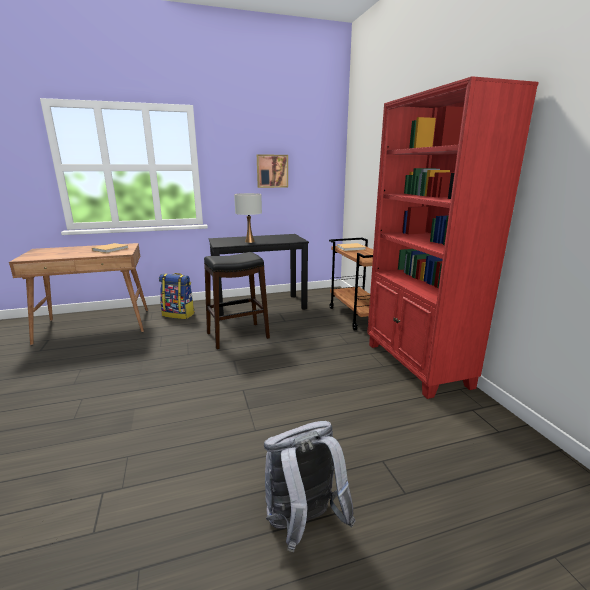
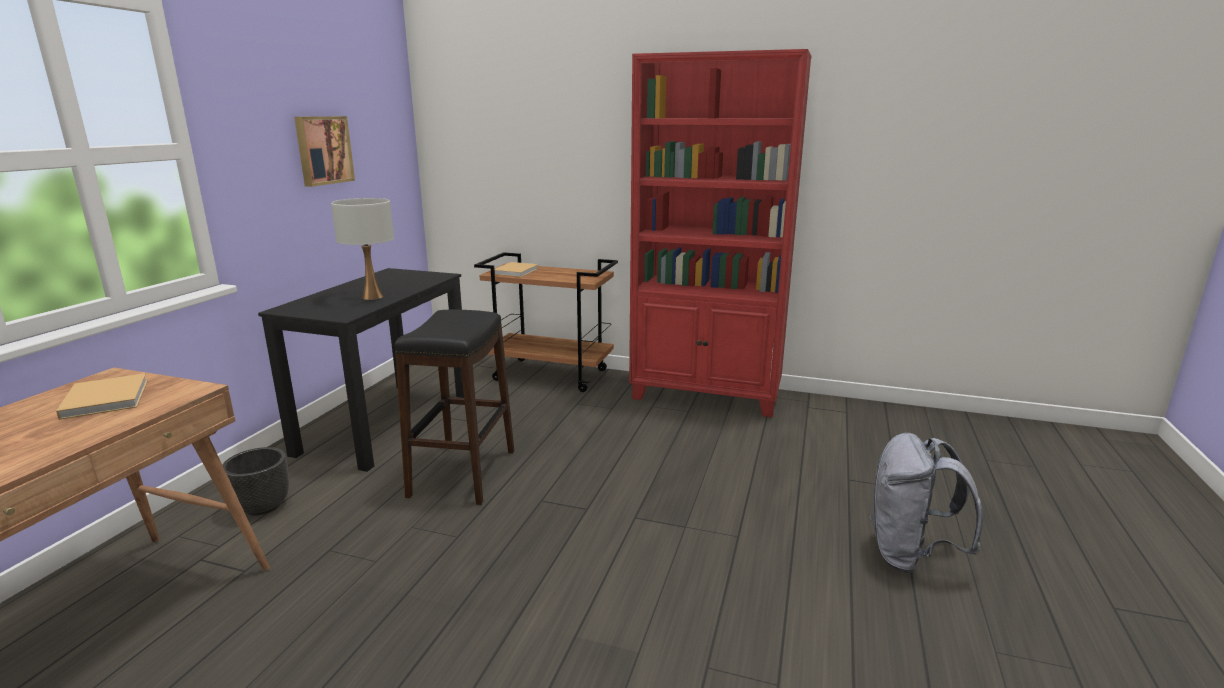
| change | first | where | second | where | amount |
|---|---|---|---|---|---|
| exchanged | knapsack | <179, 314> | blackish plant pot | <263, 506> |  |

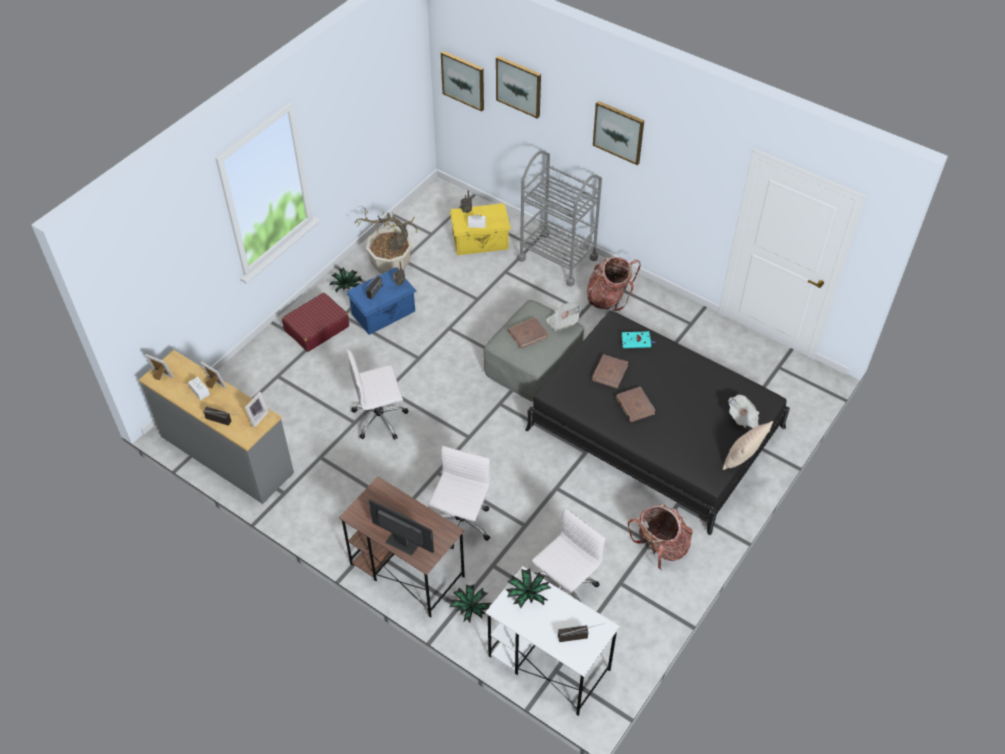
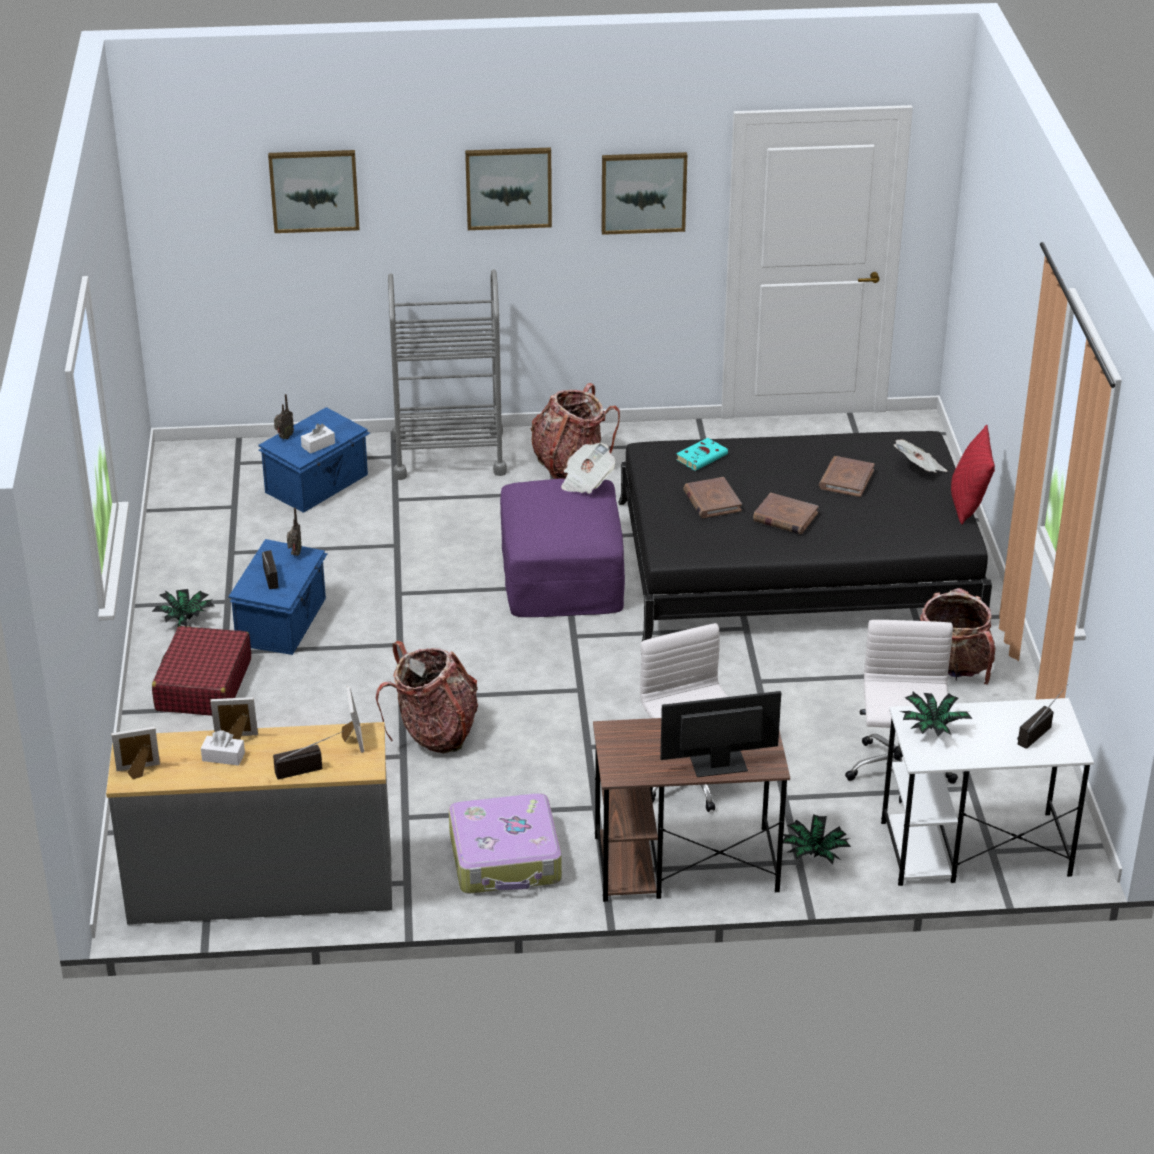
| change | first | where | second | where | amount |
|---|---|---|---|---|---|
| missing | houseplant | <390, 266> |  |  |  |
| appeared |  |  | suitcase | <506, 858> |  |
| relocated | picture | <463, 80> |  | <643, 192> |  |
| relocated | brownish book | <528, 334> |  | <846, 479> |  |
| exchanged | white computer chair | <380, 418> | knapsack | <434, 733> |  |
| colour | yellow-coloured storage bin | <481, 242> | bluish storage bin | <318, 484> |  |
| colour | grey footrest | <533, 363> | purplish footrest | <562, 574> |  |
| colour | beige-coloured throw pillow | <742, 458> | red-coloured throw pillow | <967, 504> |  |

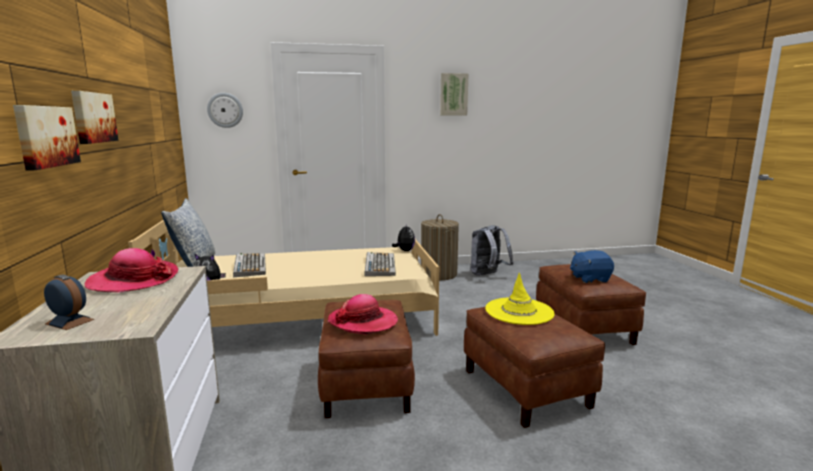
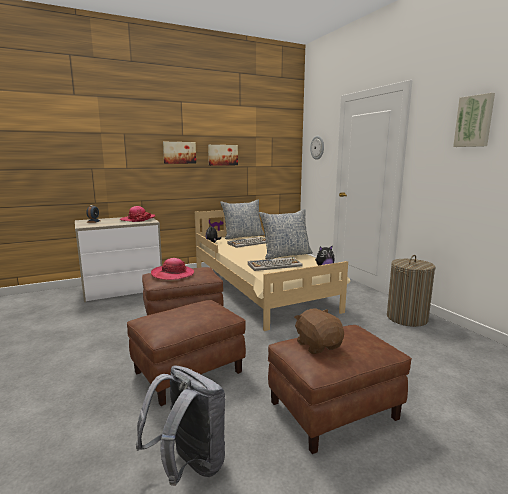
| change | first | where | second | where | amount |
|---|---|---|---|---|---|
| missing | yellow-coloured hat | <519, 311> |  |  |  |
| appeared |  |  | throw pillow | <286, 255> |  |
| relocated | picture | <45, 136> |  | <222, 155> |  |
| relocated | grey knapsack | <488, 275> |  | <189, 466> |  |
| colour | bluish plush toy | <589, 279> | brownish plush toy | <318, 345> |  |

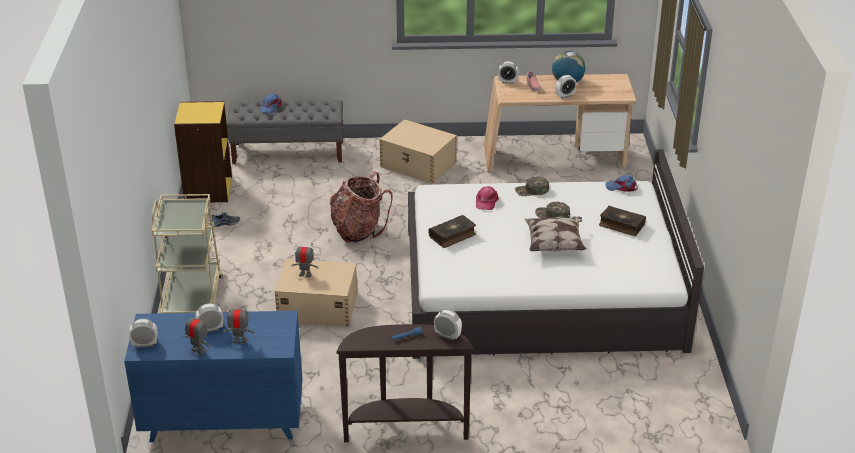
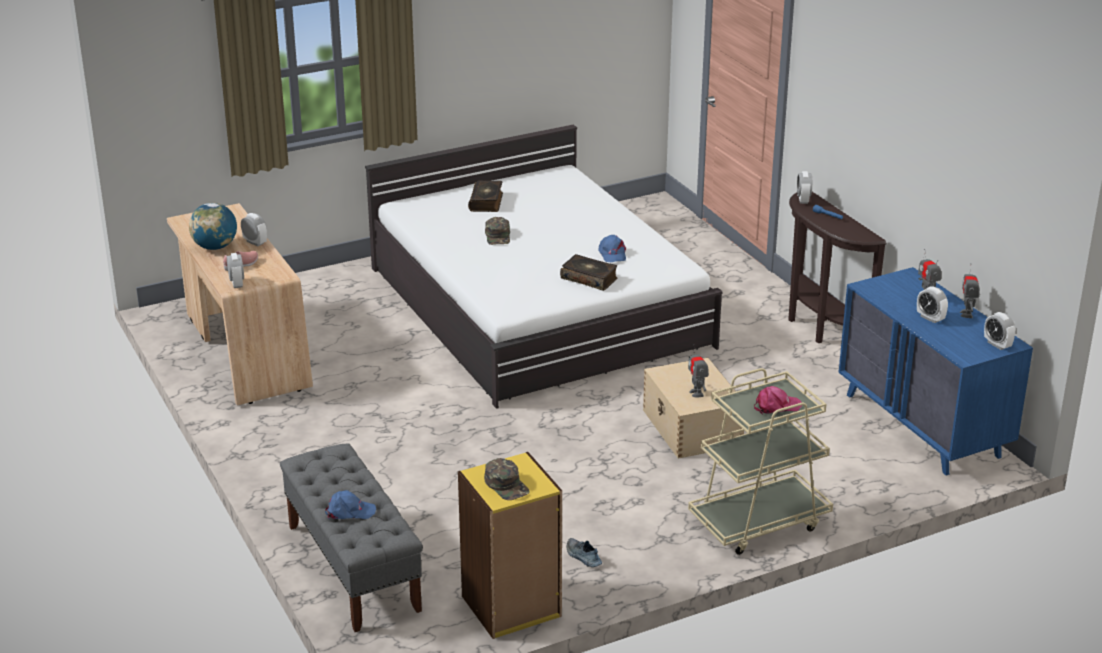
| change | first | where | second | where | amount |
|---|---|---|---|---|---|
| missing | knapsack | <358, 230> |  |  |  |
| missing | beige-coloured storage bin | <418, 165> |  |  |  |
| missing | throw pillow | <555, 244> |  |  |  |
| relocated | pink-coloured baseball cap | <486, 201> |  | <776, 406> |  |
| relocated | green-coloured baseball cap | <532, 190> |  | <507, 485> |  |
| relocated | bluish baseball cap | <621, 187> |  | <612, 254> |  |

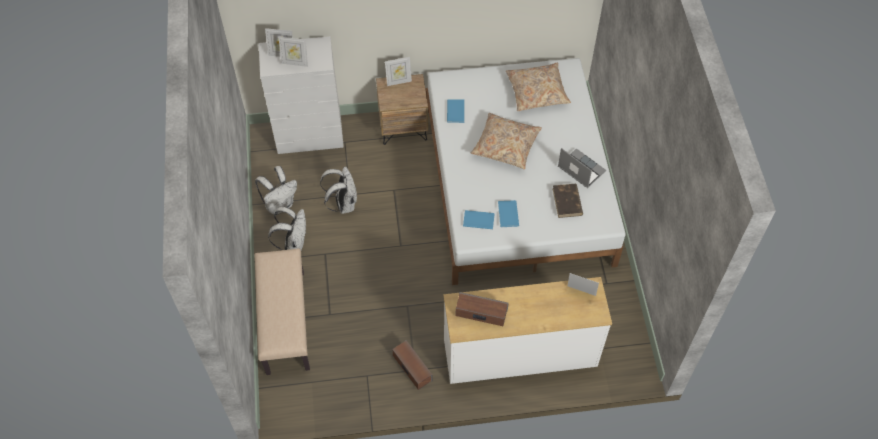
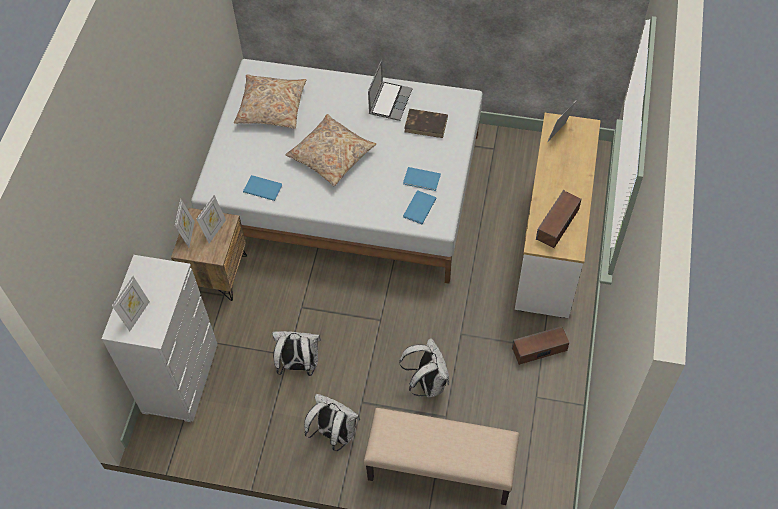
| change | first | where | second | where | amount |
|---|---|---|---|---|---|
| relocated | white knapsack | <280, 205> |  | <427, 383> |  |
| relocated | standing frame | <295, 63> |  | <214, 230> |  |
| spun | portable computer | <580, 169> |  | <390, 101> | 135 degrees clockwise |

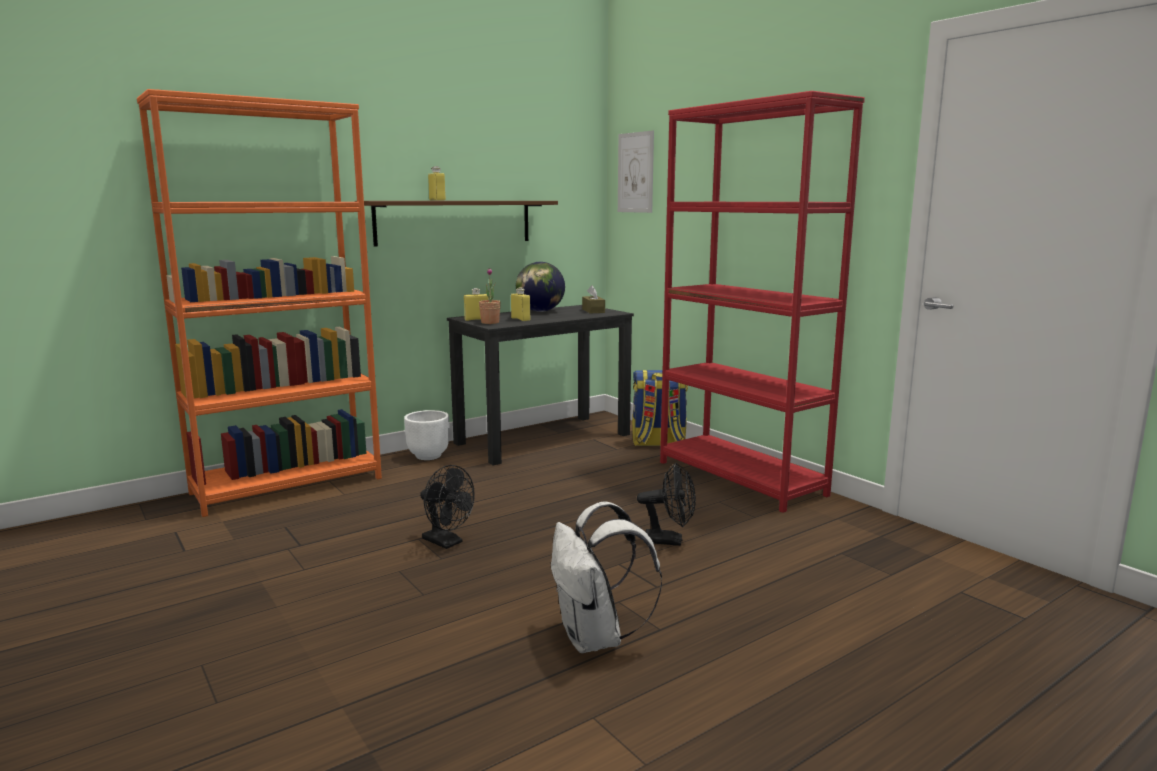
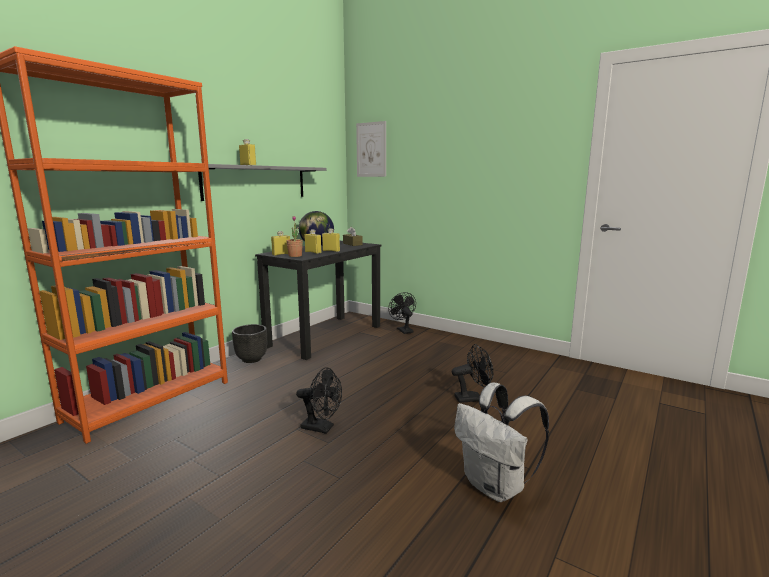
| change | first | where | second | where | amount |
|---|---|---|---|---|---|
| missing | red-coloured shelving unit | <740, 478> |  |  |  |
| appeared |  |  | yellow-coloured bottle | <331, 251> |  |
| exchanged | knapsack | <658, 443> | blackish electric fan | <403, 330> |  |
| colour | brownish shelf | <454, 222> | grey shelf | <256, 182> |  |
| colour | white plant pot | <429, 456> | blackish plant pot | <252, 359> |  |

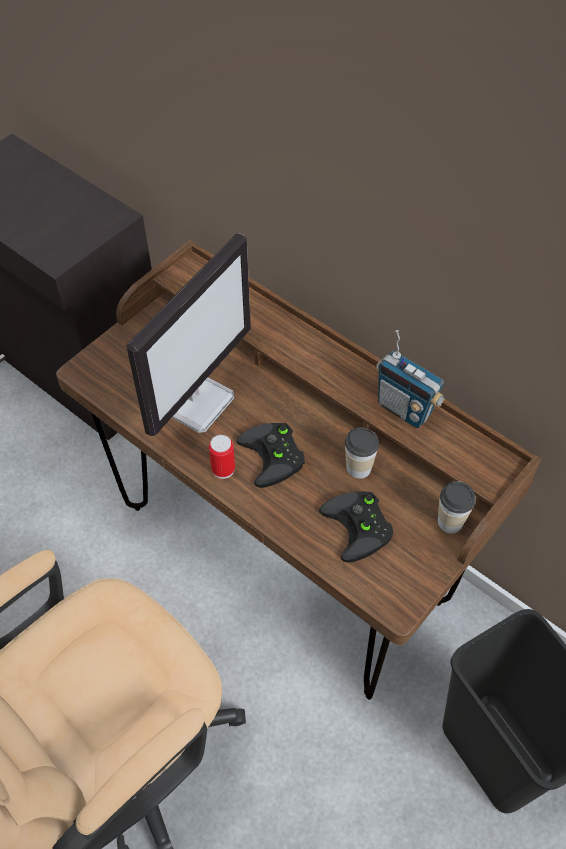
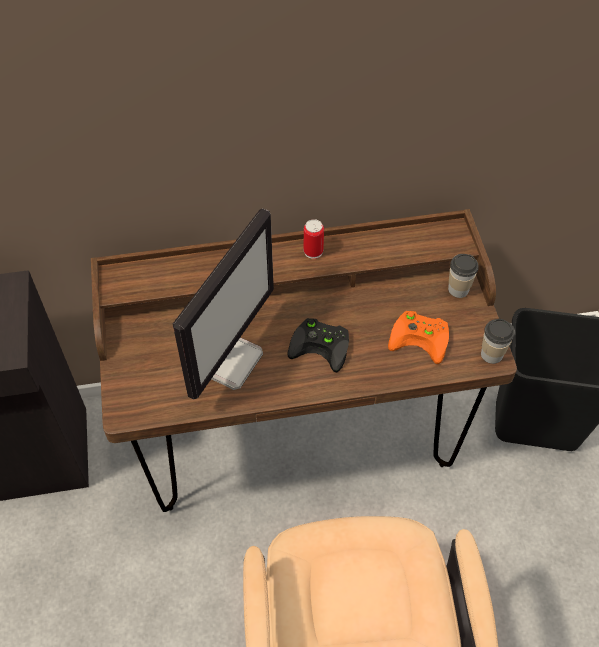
| change | first | where | second | where | amount |
|---|---|---|---|---|---|
| missing | radio set | <404, 409> |  |  |  |
| relocated | metal can | <223, 469> |  | <313, 251> |  |
| relocated | small cup | <358, 468> |  | <491, 354> |  |
| colour | blackish gamepad | <361, 528> | orange gamepad | <422, 338> |  |
| spun | computer screen | <196, 400> |  | <228, 359> | 45 degrees clockwise |

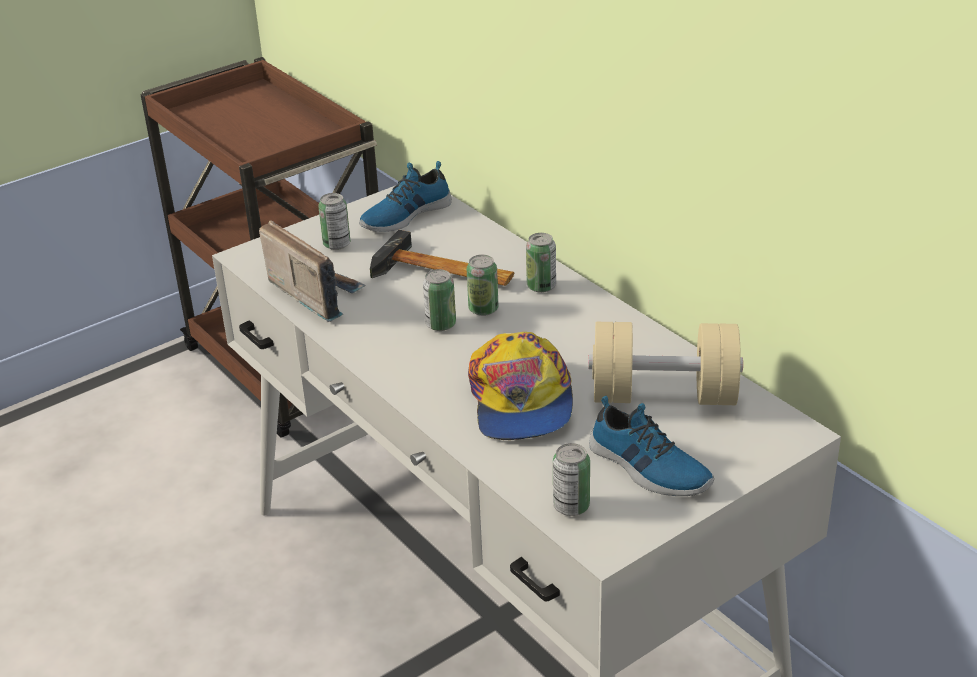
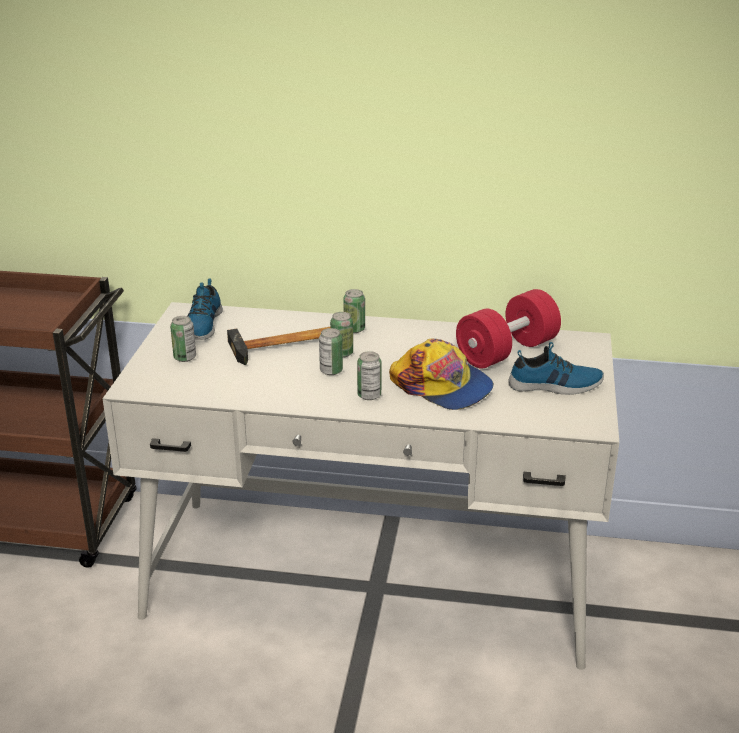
| change | first | where | second | where | amount |
|---|---|---|---|---|---|
| missing | radio set | <315, 293> |  |  |  |
| relocated | metal can | <571, 506> |  | <369, 395> |  |
| colour | beige-coloured hand weight | <663, 395> | red-coloured hand weight | <507, 351> |  |

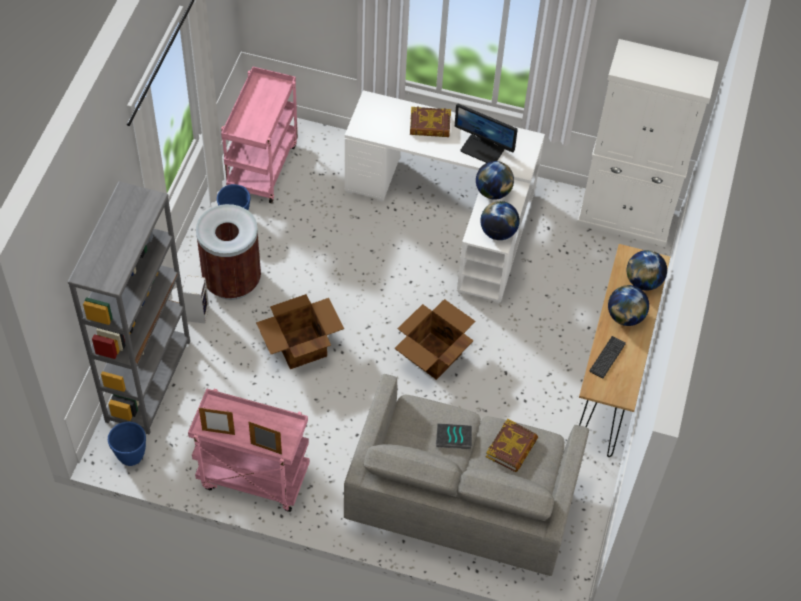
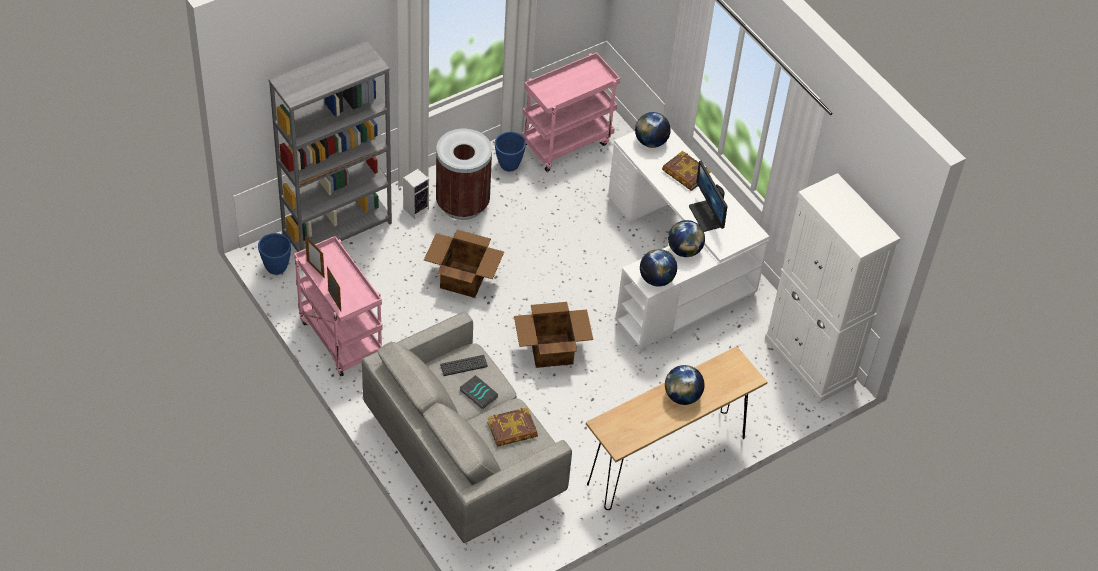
| change | first | where | second | where | amount |
|---|---|---|---|---|---|
| relocated | computer keyboard | <607, 357> |  | <463, 365> |  |
| relocated | globe | <643, 282> |  | <651, 142> |  |

